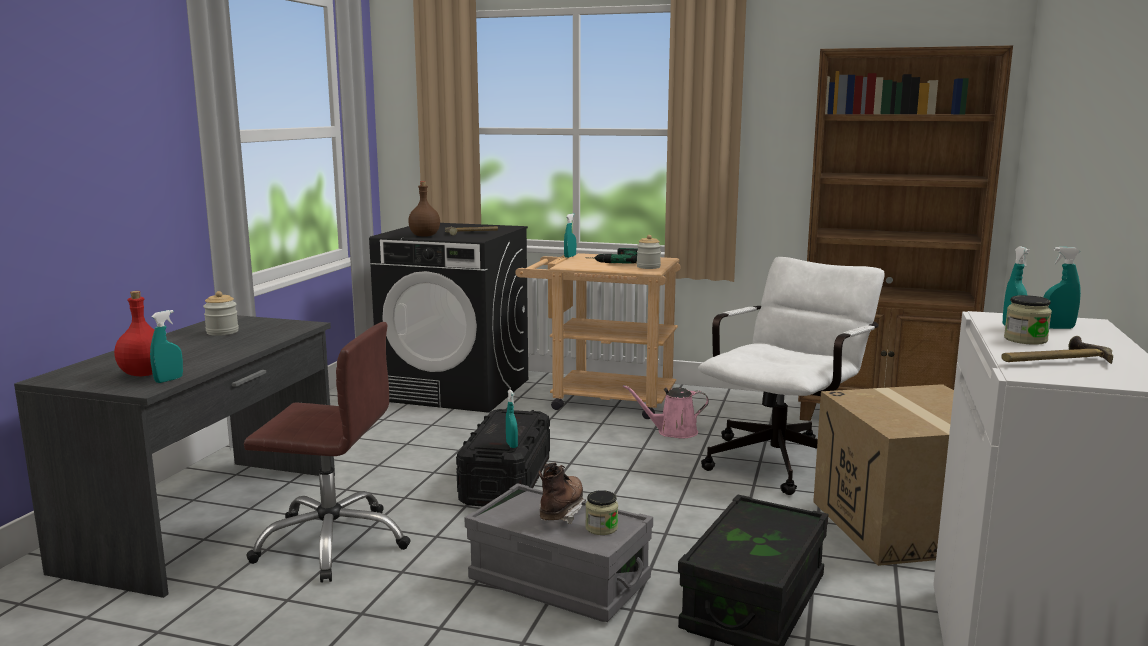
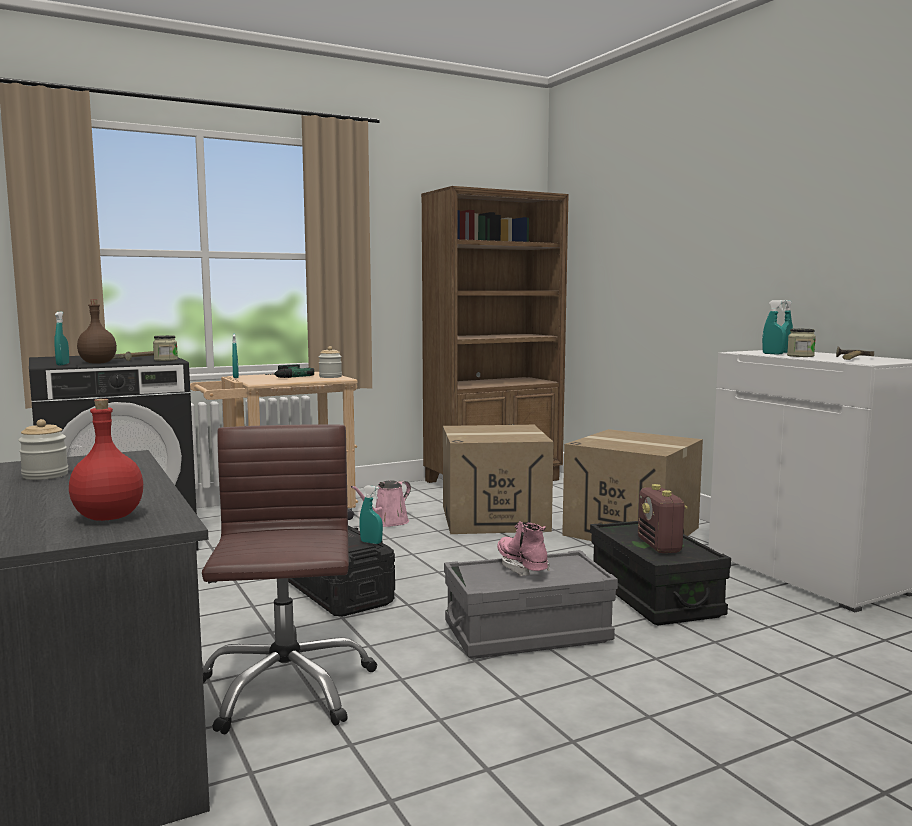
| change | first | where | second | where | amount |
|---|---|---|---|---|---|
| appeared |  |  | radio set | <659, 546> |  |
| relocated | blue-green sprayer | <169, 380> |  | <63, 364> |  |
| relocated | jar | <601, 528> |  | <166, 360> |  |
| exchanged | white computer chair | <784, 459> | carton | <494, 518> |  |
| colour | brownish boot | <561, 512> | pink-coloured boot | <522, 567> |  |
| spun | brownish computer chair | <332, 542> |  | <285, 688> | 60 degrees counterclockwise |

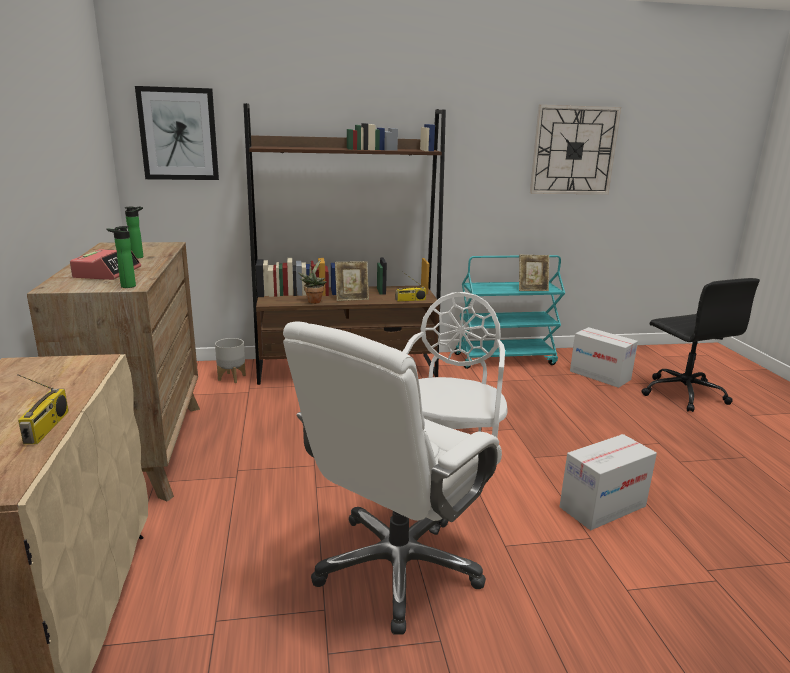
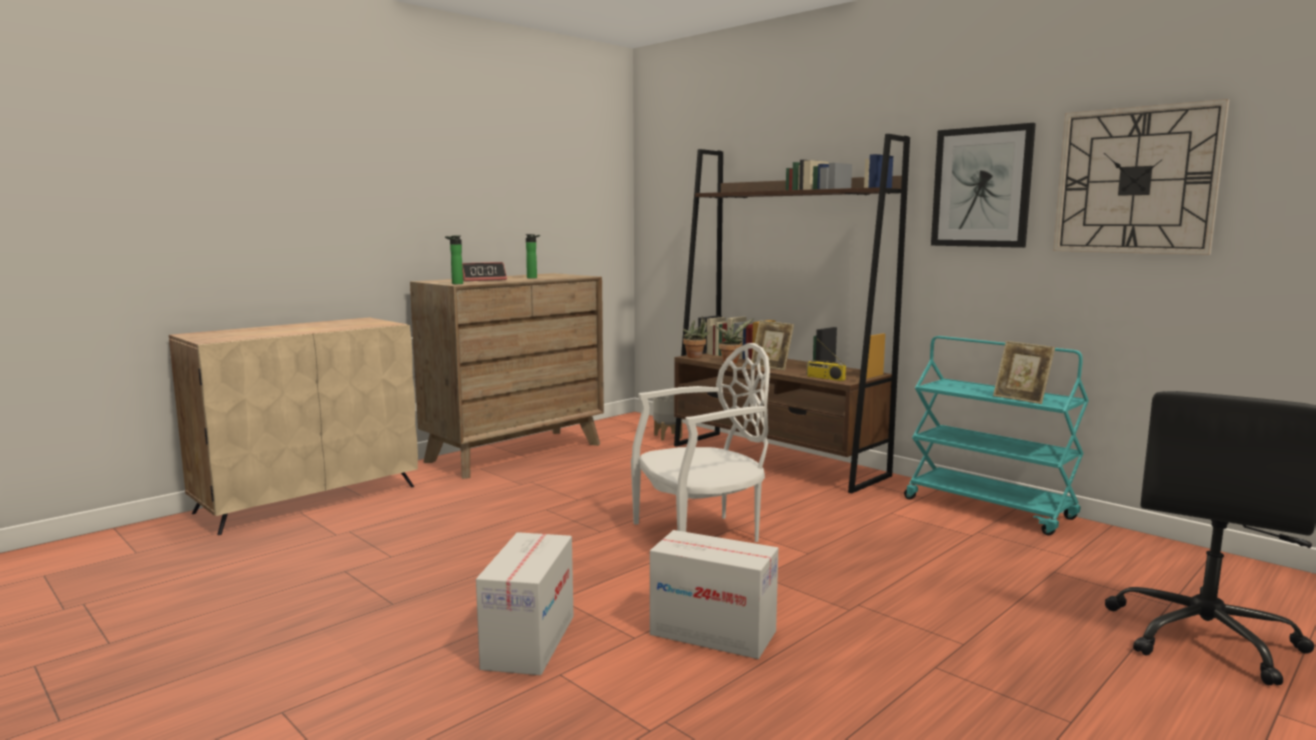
| change | first | where | second | where | amount |
|---|---|---|---|---|---|
| missing | radio set | <47, 428> |  |  |  |
| missing | white computer chair | <397, 567> |  |  |  |
| appeared |  |  | houseplant | <696, 357> |  |
| relocated | picture | <178, 134> |  | <981, 187> |  |
| relocated | carton | <599, 375> |  | <529, 641> |  |

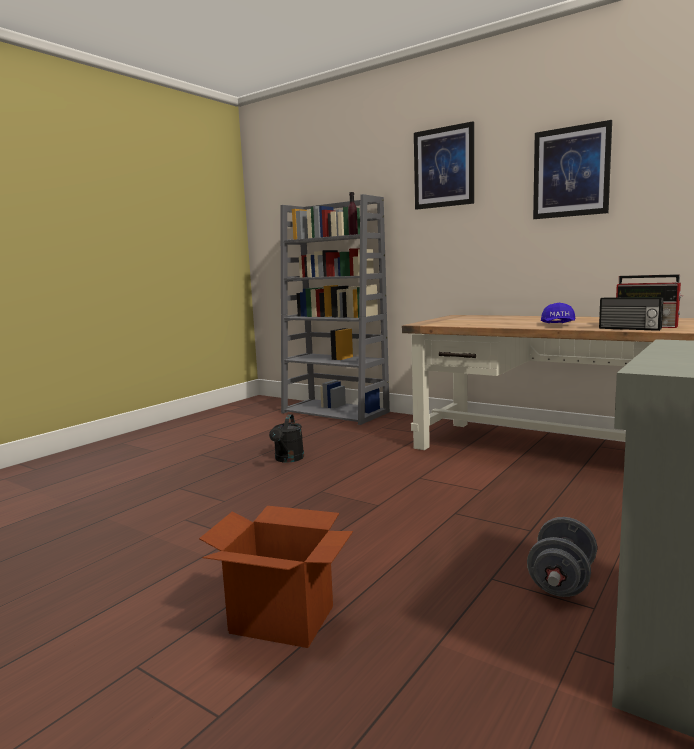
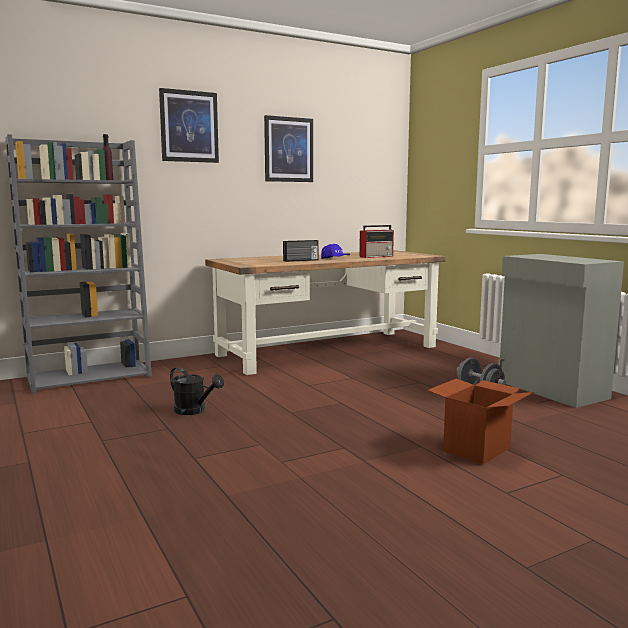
| change | first | where | second | where | amount |
|---|---|---|---|---|---|
| relocated | radio set | <629, 329> |  | <301, 260> |  |

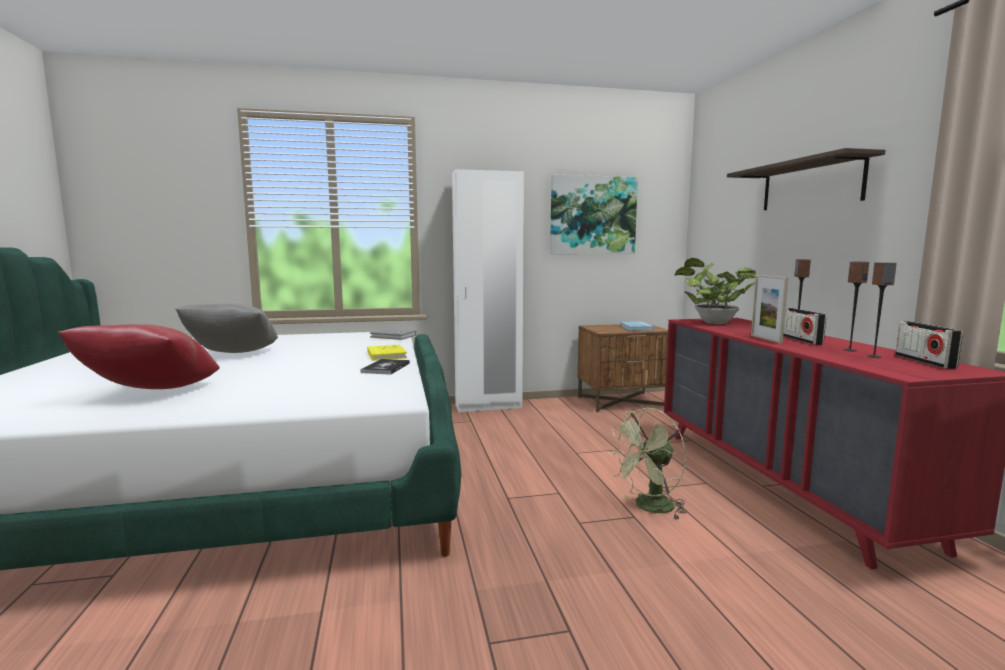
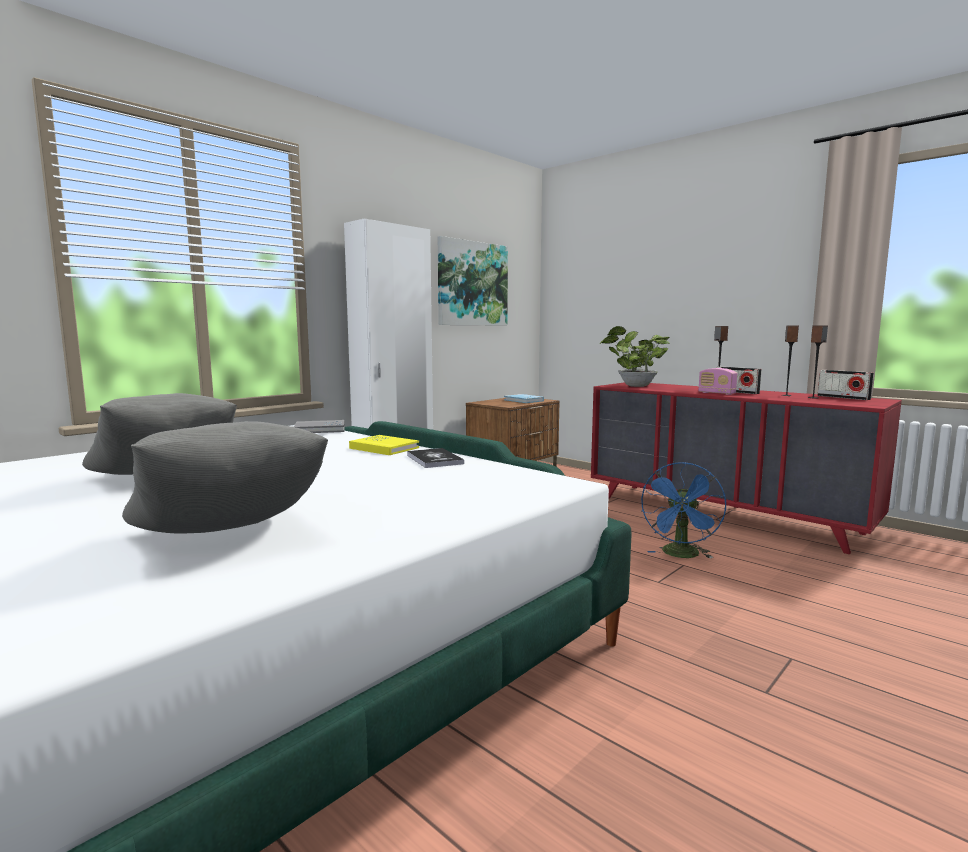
| change | first | where | second | where | amount |
|---|---|---|---|---|---|
| missing | shelf | <810, 185> |  |  |  |
| exchanged | standing frame | <766, 339> | radio set | <716, 393> |  |
| colour | red-coloured throw pillow | <150, 393> | grey throw pillow | <229, 537> |  |
| colour | green-coloured electric fan | <649, 508> | bluish electric fan | <681, 555> |  |

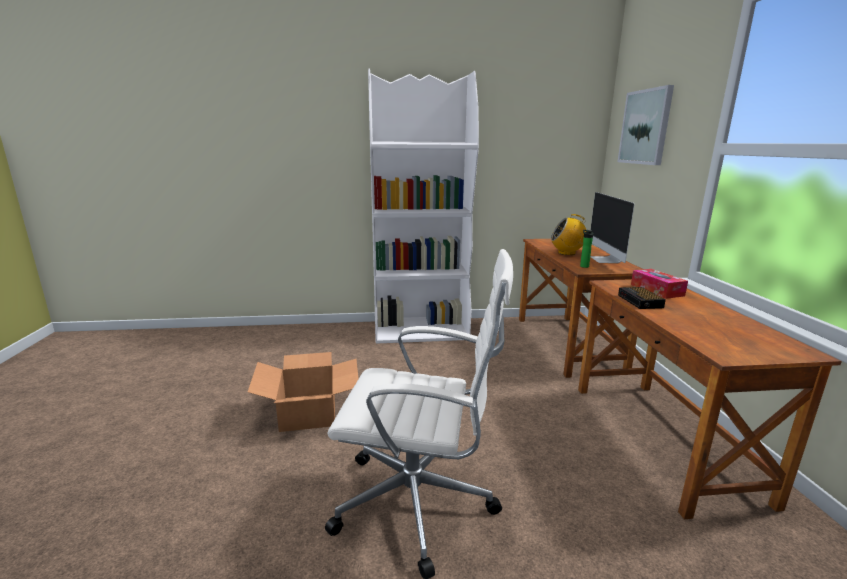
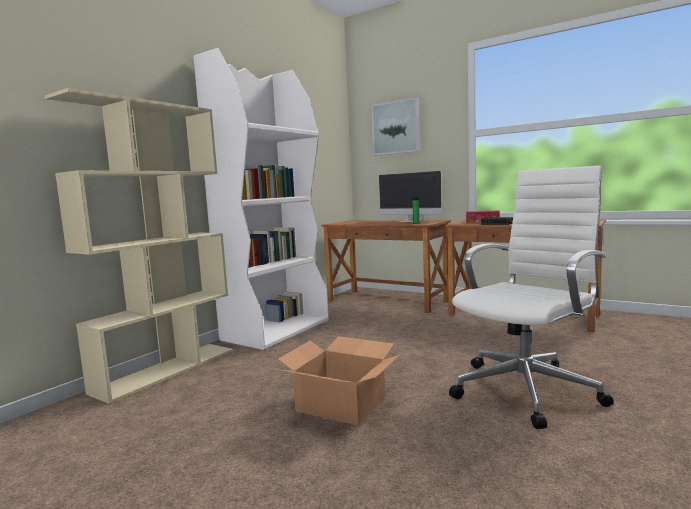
| change | first | where | second | where | amount |
|---|---|---|---|---|---|
| missing | radio set | <567, 253> |  |  |  |
| appeared |  |  | beige-coloured shelving unit | <167, 370> |  |

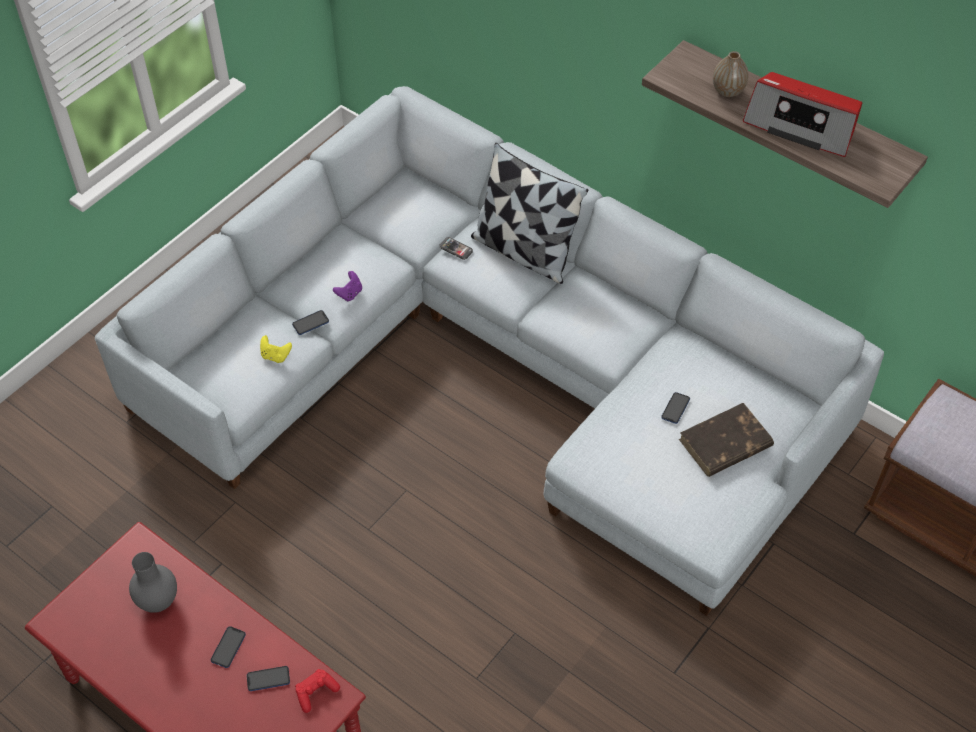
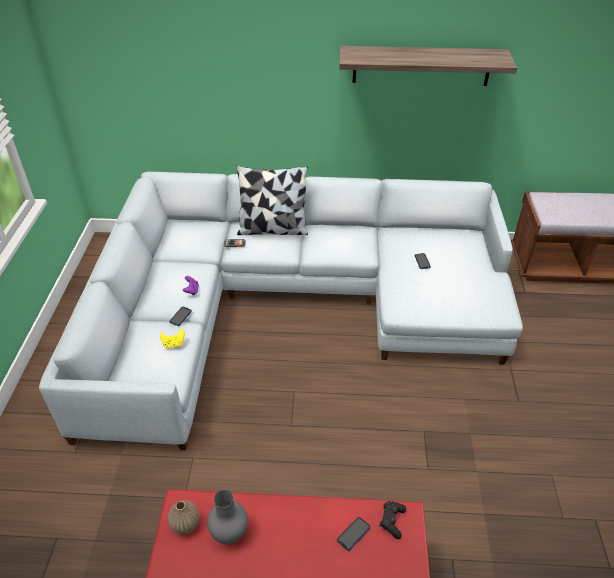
| change | first | where | second | where | amount |
|---|---|---|---|---|---|
| missing | phone | <228, 647> |  |  |  |
| missing | brownish book | <724, 444> |  |  |  |
| missing | radio set | <801, 125> |  |  |  |
| relocated | vase | <728, 91> |  | <186, 525> |  |
| colour | red-coloured gamepad | <316, 692> | blackish gamepad | <392, 521> |  |

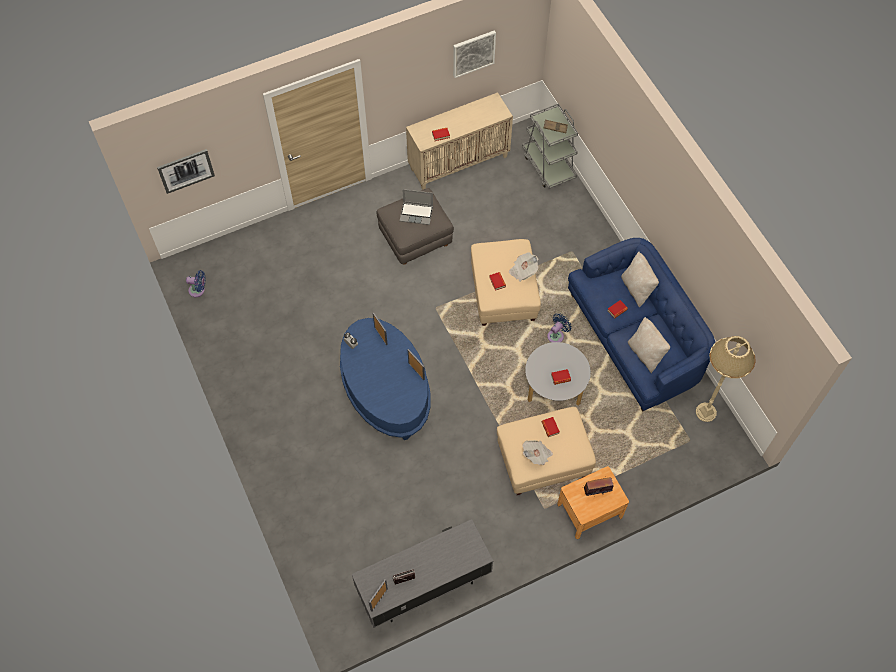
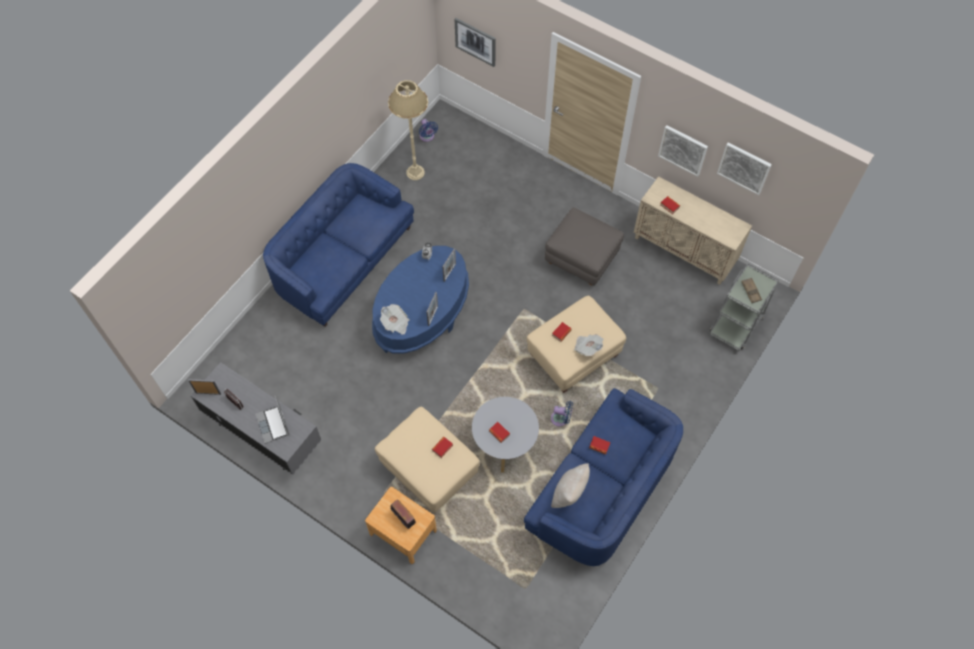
| change | first | where | second | where | amount |
|---|---|---|---|---|---|
| missing | beige-coloured throw pillow | <637, 288> |  |  |  |
| appeared |  |  | bluish couch | <342, 260> |  |
| appeared |  |  | picture | <683, 150> |  |
| relocated | portable computer | <417, 213> |  | <273, 425> |  |
| relocated | newspaper | <537, 455> |  | <395, 323> |  |
| relocated | beige-coloured standing lamp | <706, 412> |  | <415, 172> |  |

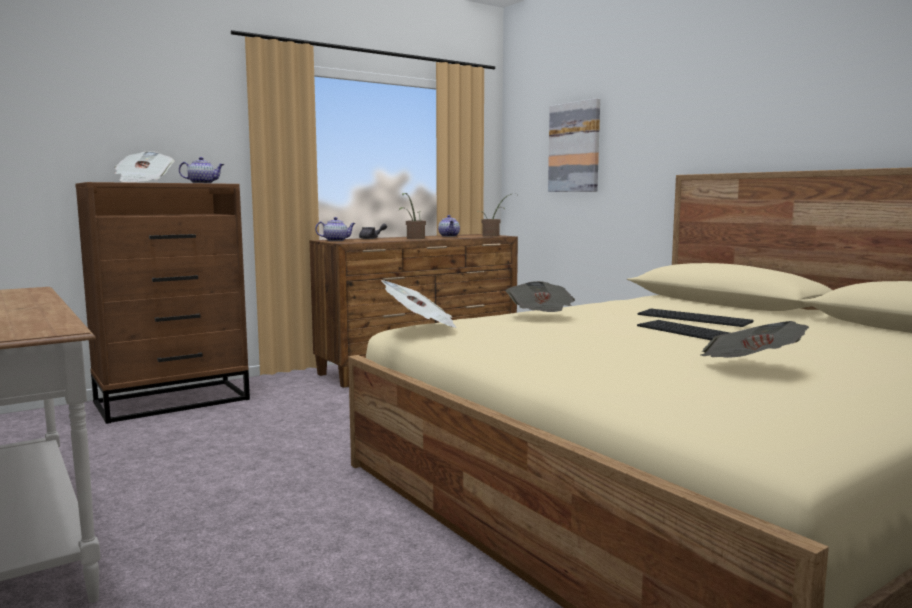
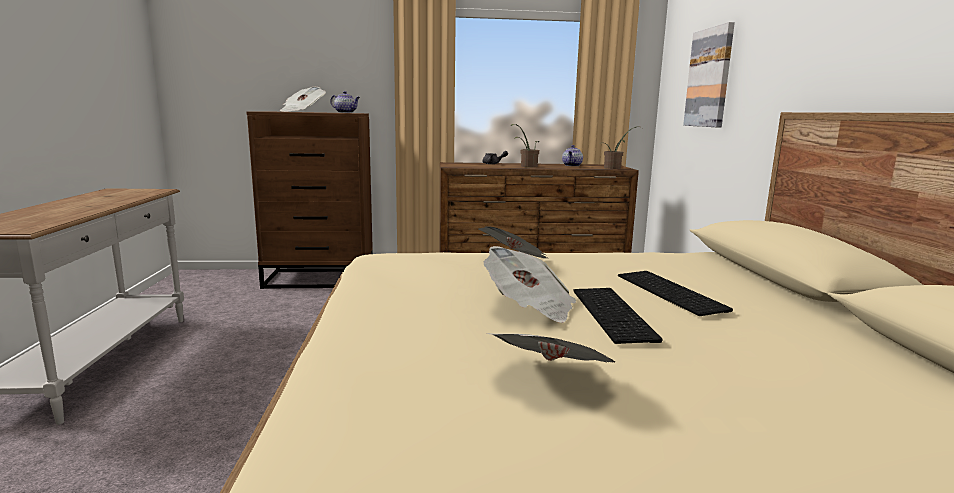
| change | first | where | second | where | amount |
|---|---|---|---|---|---|
| missing | pot for tea | <336, 240> |  |  |  |
| relocated | newspaper | <421, 325> |  | <530, 307> |  |

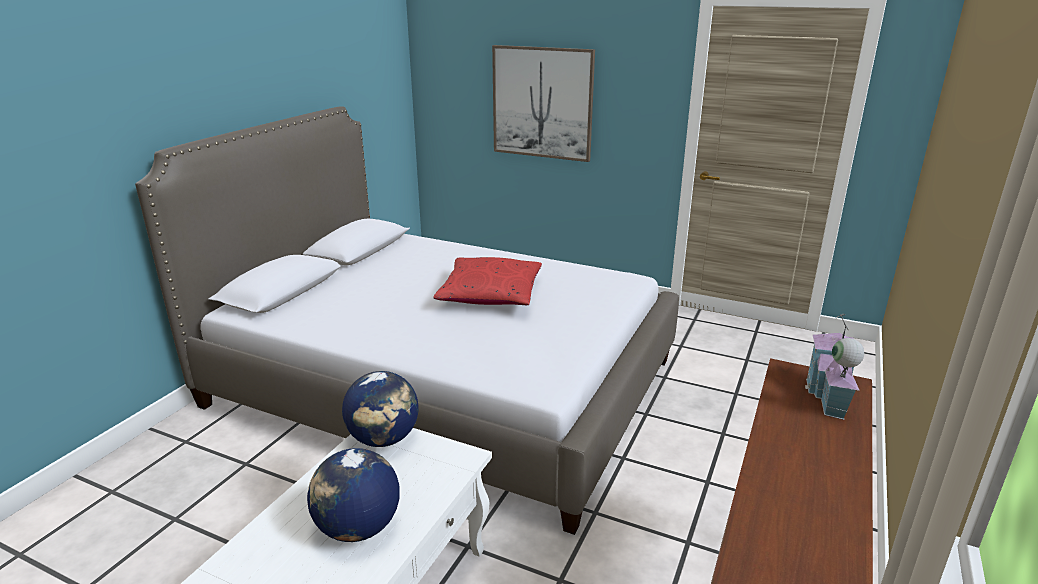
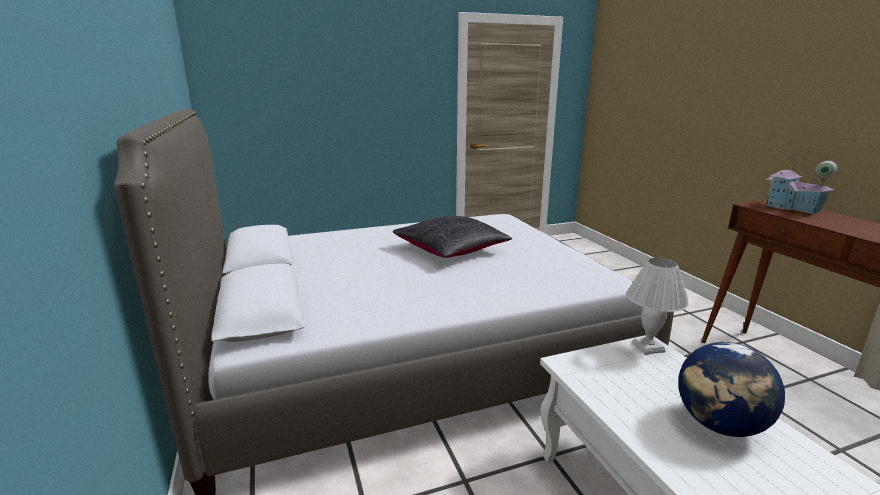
| change | first | where | second | where | amount |
|---|---|---|---|---|---|
| missing | globe | <384, 439> |  |  |  |
| missing | picture | <542, 103> |  |  |  |
| appeared |  |  | white tabletop lamp | <647, 346> |  |
| colour | red-coloured throw pillow | <490, 296> | blackish throw pillow | <450, 250> |  |

